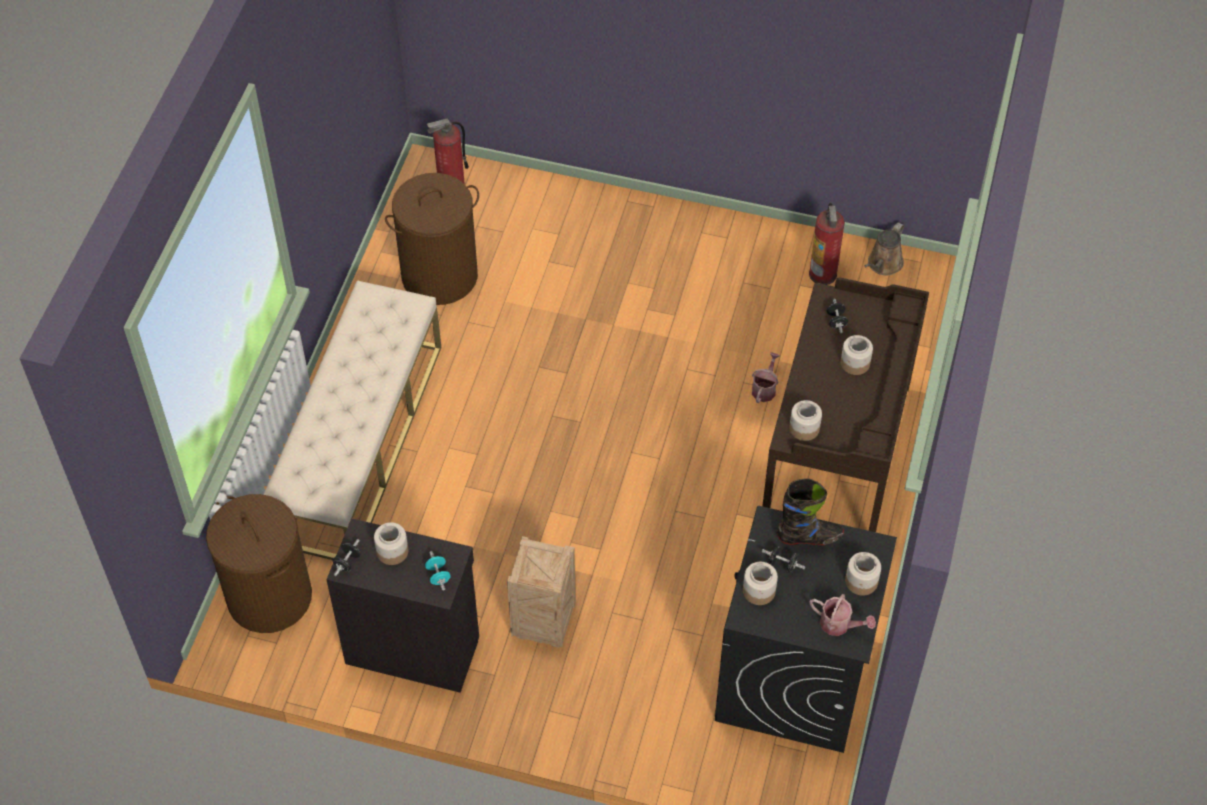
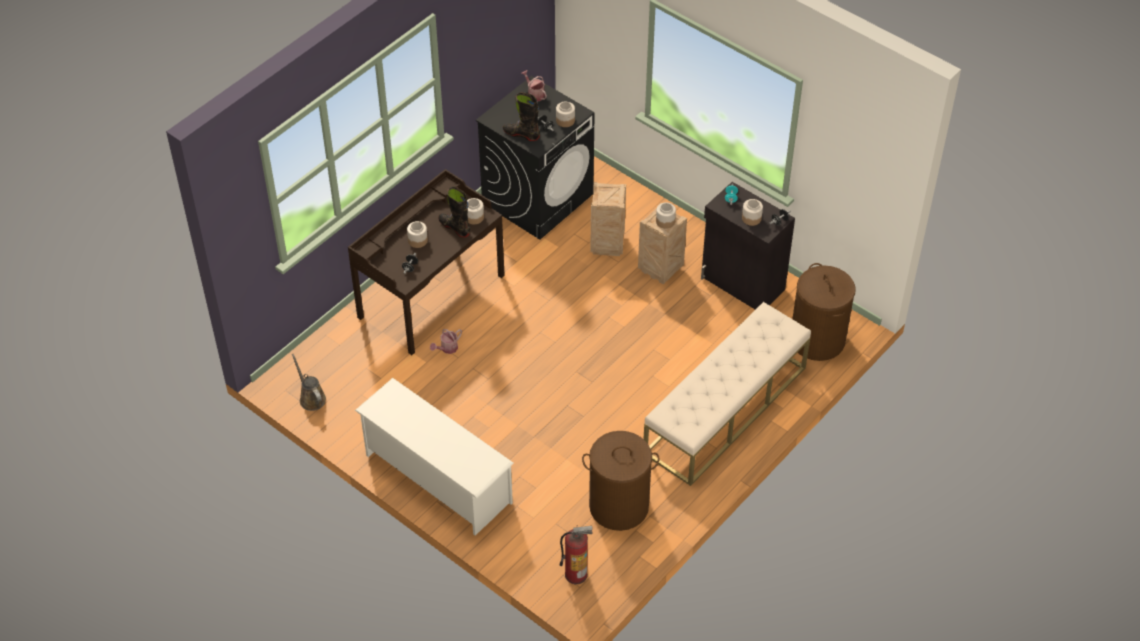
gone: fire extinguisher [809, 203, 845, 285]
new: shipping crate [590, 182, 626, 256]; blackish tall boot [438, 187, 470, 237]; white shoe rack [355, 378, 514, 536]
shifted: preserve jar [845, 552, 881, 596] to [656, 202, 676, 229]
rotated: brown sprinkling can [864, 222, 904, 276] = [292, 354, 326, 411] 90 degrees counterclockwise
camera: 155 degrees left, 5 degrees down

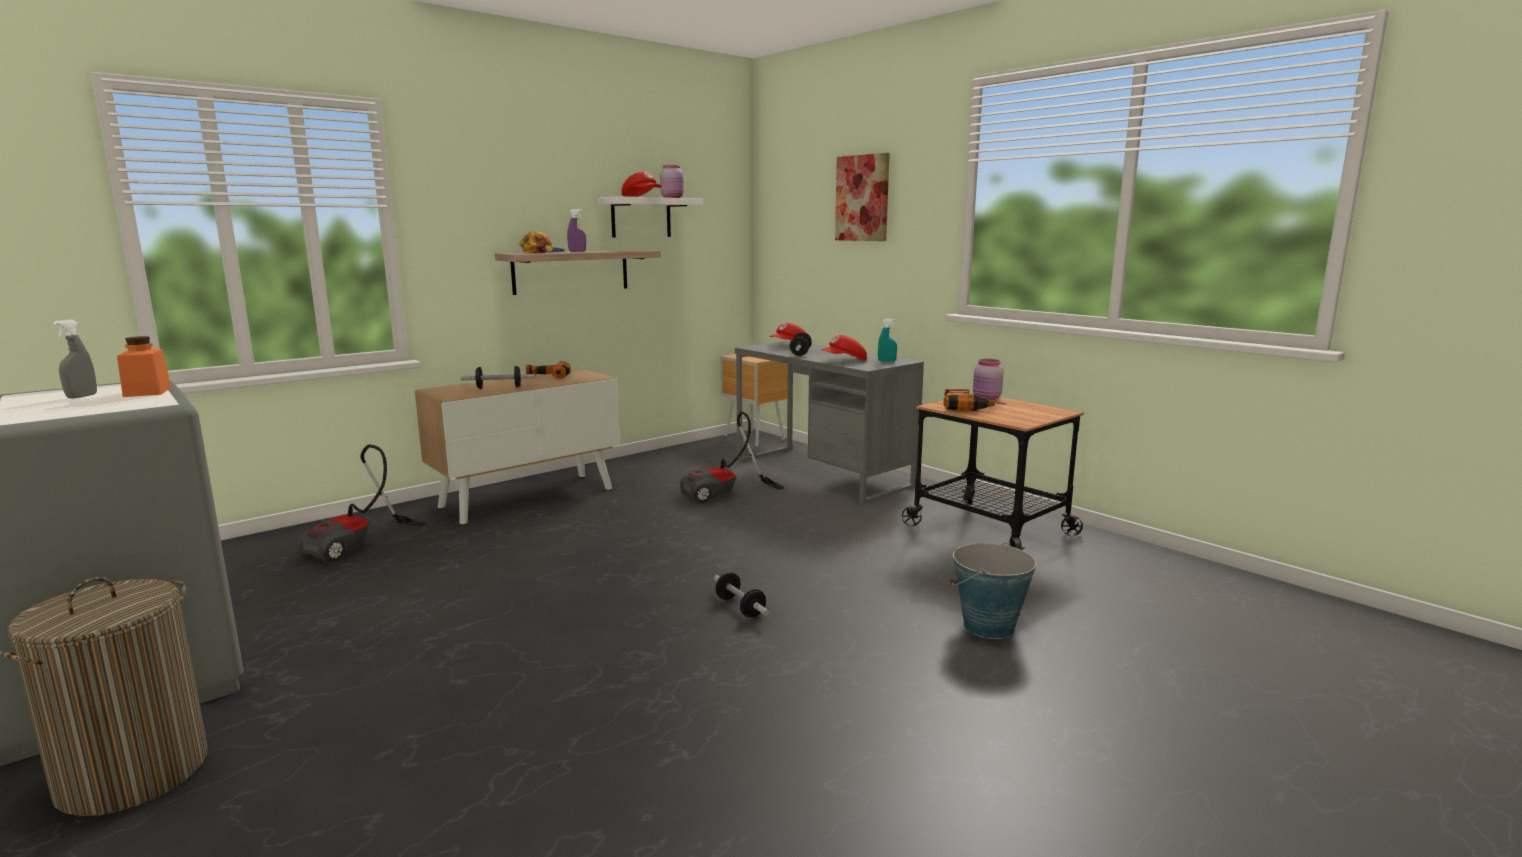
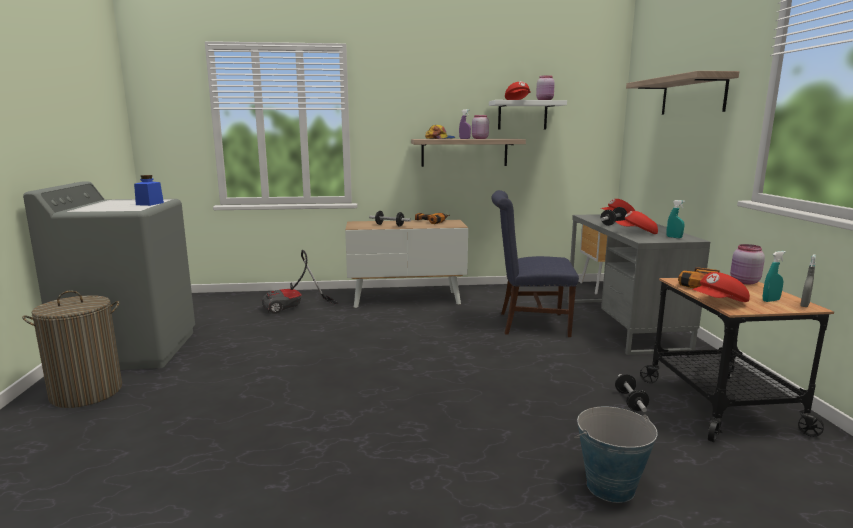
new: pink preserve jar [472, 115, 489, 139]; turquoise hand sprayer [763, 251, 786, 302]; red-coloured peaked cap [692, 272, 750, 302]
shifted: greyish hand sprayer [53, 319, 97, 398] to [800, 254, 816, 307]; dumbbell [714, 572, 769, 618] to [615, 374, 649, 412]
swapped: wall picture [835, 153, 890, 241] to wall shelf [626, 71, 740, 115]; vacuum [680, 411, 784, 503] to blue chair [492, 190, 579, 337]
repainted: orange-coloured preserve jar [117, 336, 171, 397] to blue preserve jar [134, 175, 164, 206]
camera: 35 degrees right, 0 degrees up

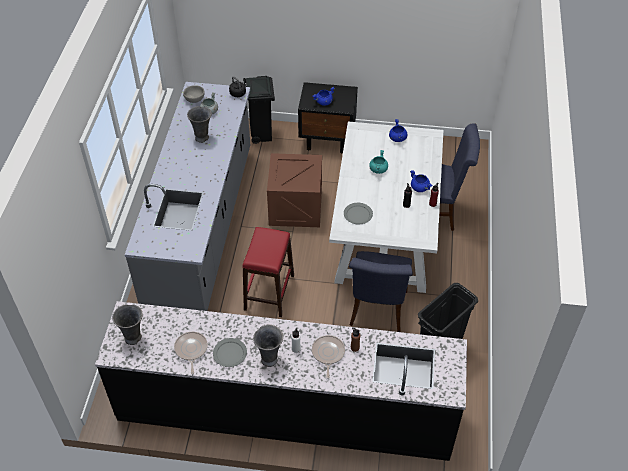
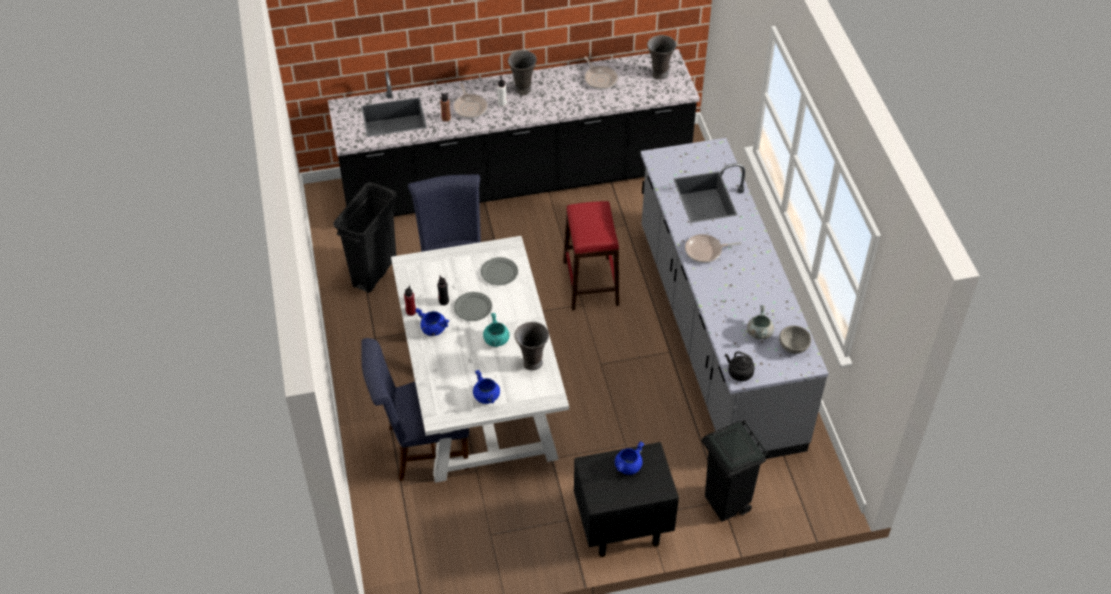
gone: shipping crate [267, 153, 322, 227]
new: frying pan [685, 234, 742, 263]
shifted: greyish flower vase [187, 106, 212, 143] to [514, 322, 549, 370]; greyish dinner plate [213, 338, 247, 367] to [454, 292, 492, 321]
camera: 160 degrees right, 0 degrees up

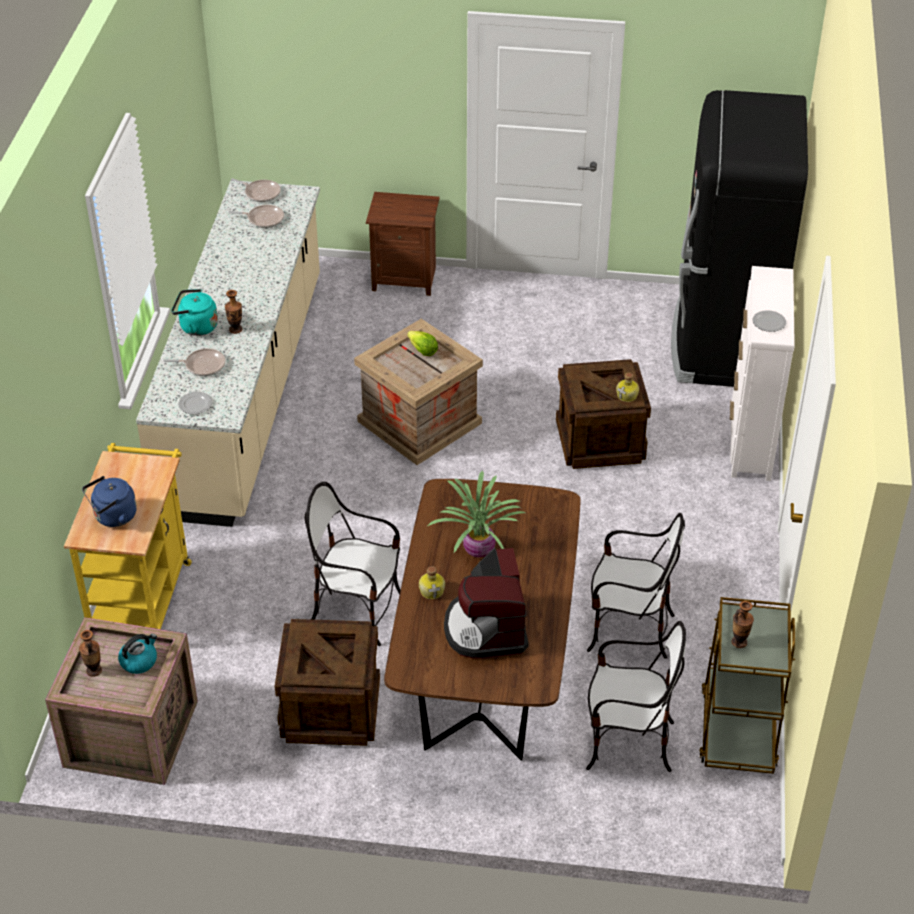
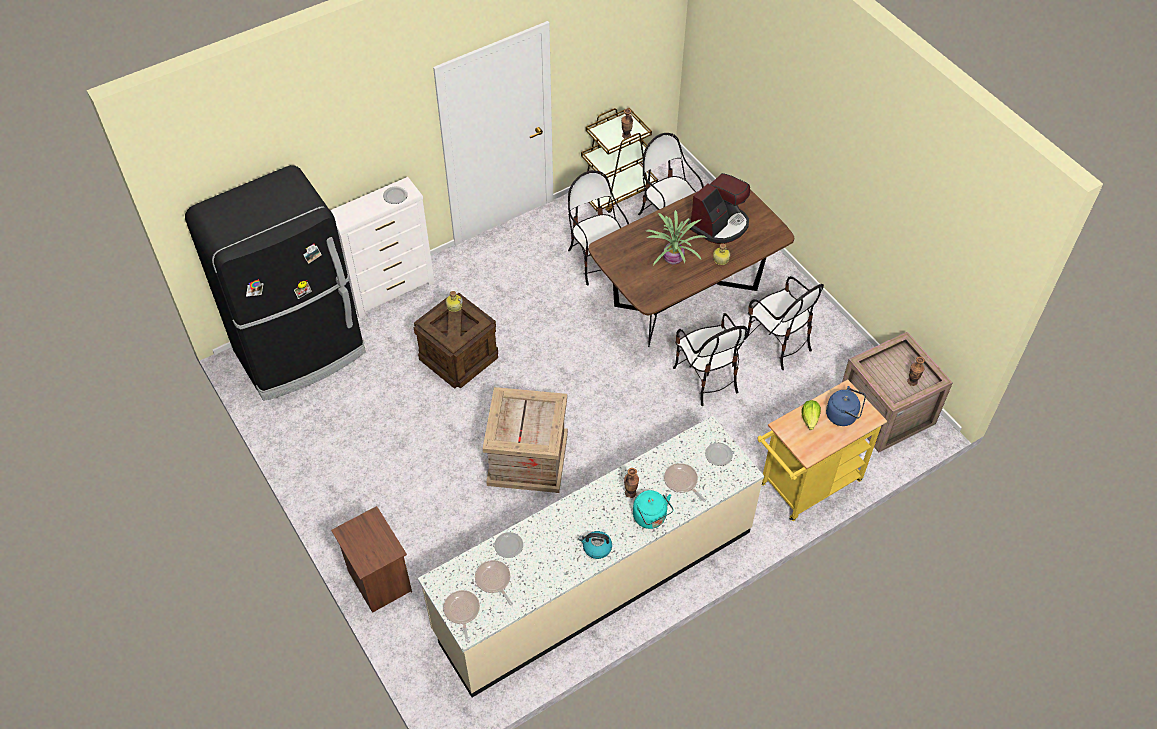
new: dinner plate [494, 532, 523, 558]
shifted: head of lettuce [407, 331, 438, 356] to [801, 400, 821, 430]; kettle [118, 634, 157, 674] to [579, 531, 612, 559]
swapped: shipping crate [275, 619, 380, 746] to chair [745, 276, 824, 370]
camera: 130 degrees left, 10 degrees up

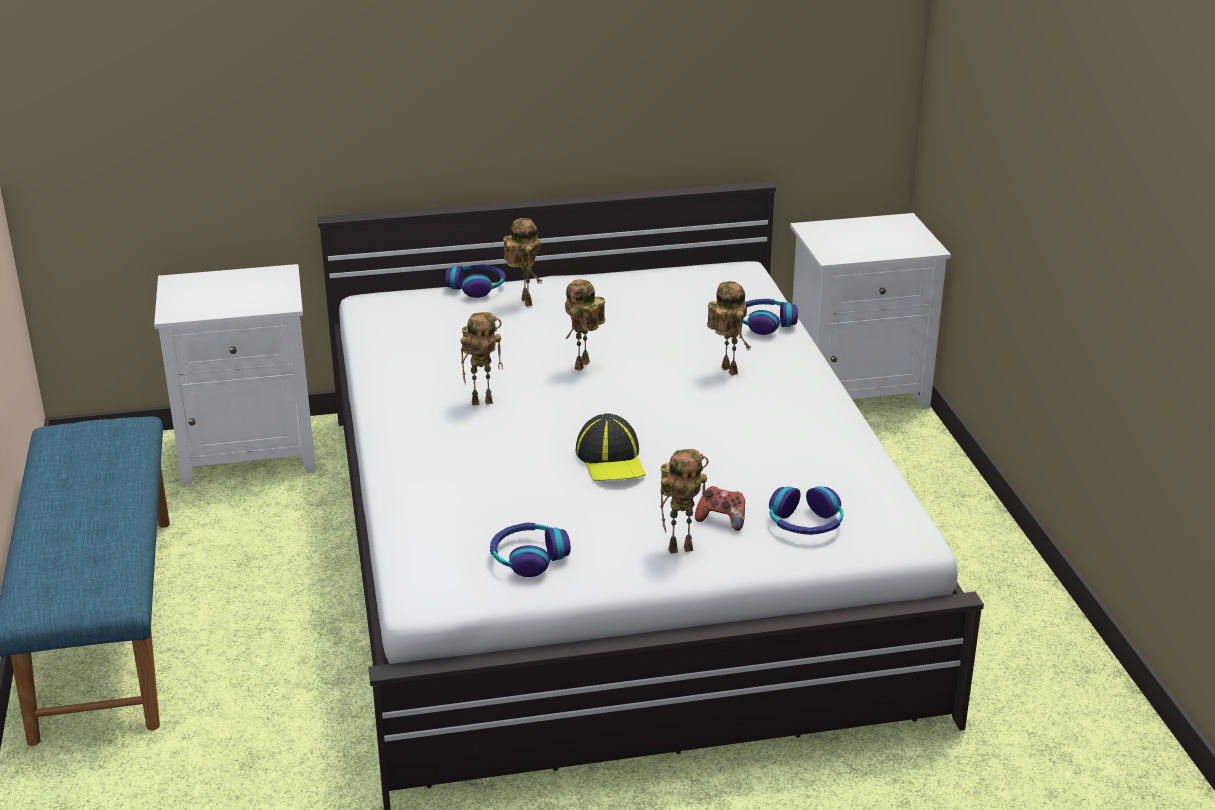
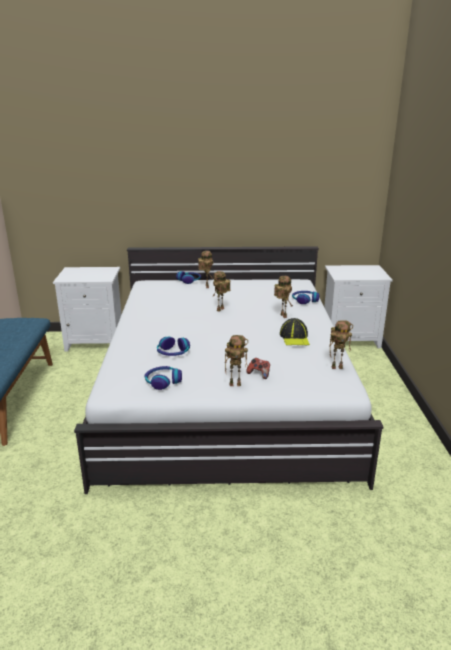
shifted: robot figure [461, 312, 503, 405] to [329, 320, 353, 369]; peaked cap [576, 413, 646, 481] to [280, 318, 310, 345]; pair of headphones [769, 486, 843, 535] to [157, 337, 190, 356]
camera: 10 degrees right, 5 degrees down

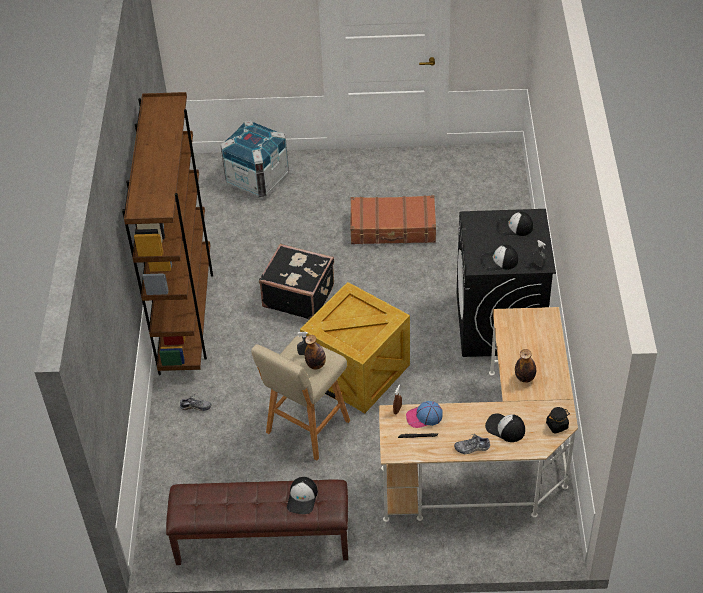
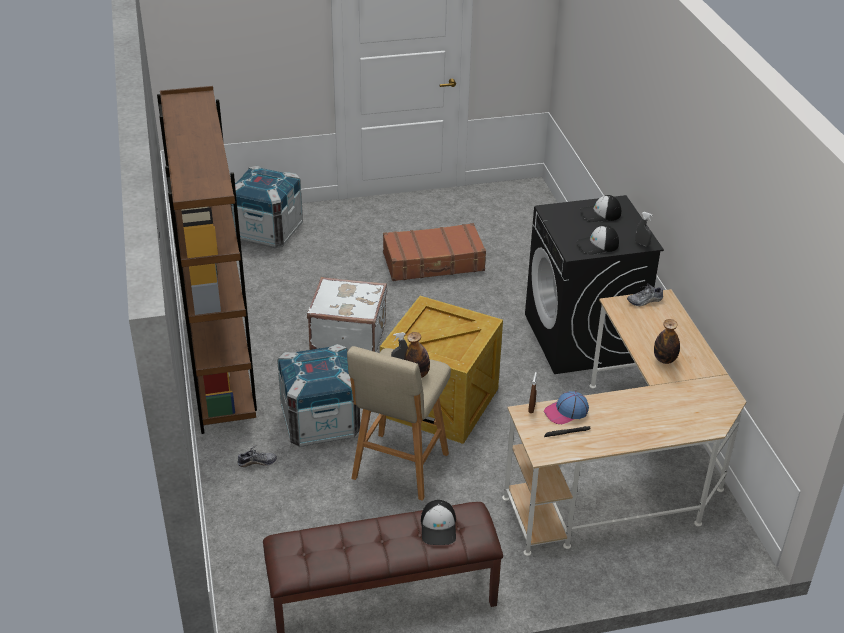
gone: blackish preserve jar [546, 407, 570, 434]; peaked cap [485, 413, 525, 442]
new: shipping crate [277, 344, 360, 447]
shifted: low shoe [454, 434, 490, 454] to [627, 283, 663, 306]
repainted: blackish travel case [259, 243, 334, 319] to white travel case [307, 277, 387, 352]
camera: 15 degrees left, 10 degrees down

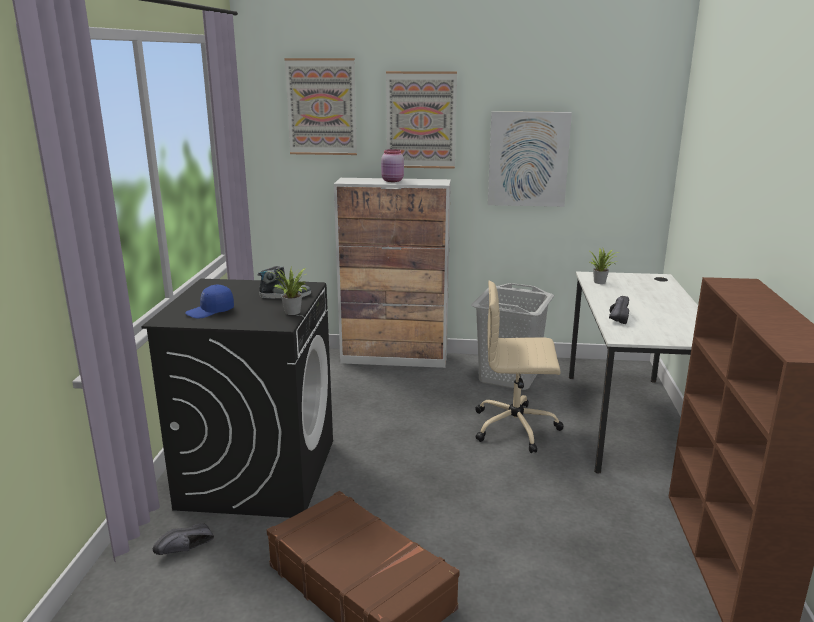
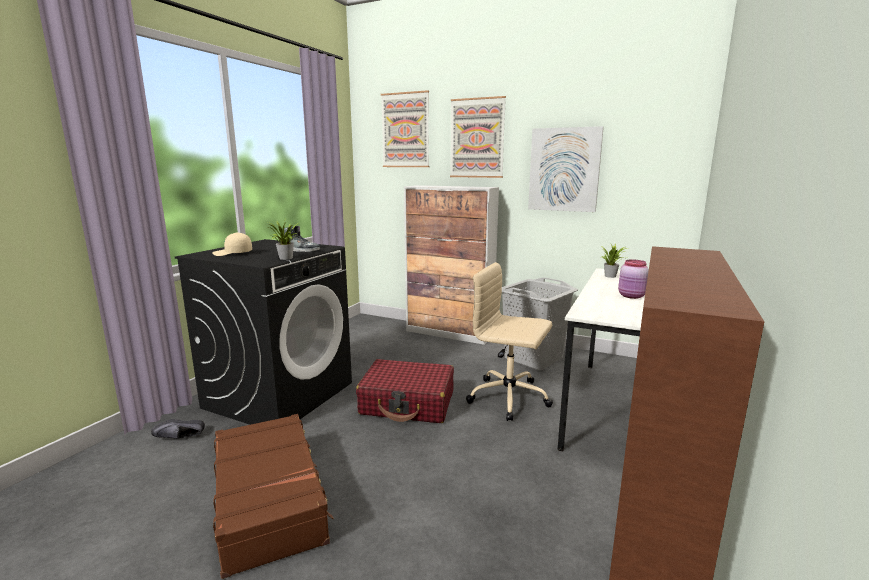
gone: blackish low shoe [609, 296, 629, 324]
new: red-coloured travel case [356, 359, 454, 423]
shifted: pink preserve jar [381, 149, 404, 182] to [618, 259, 649, 299]
repainted: blue peaked cap [185, 285, 234, 319] to beige peaked cap [212, 232, 252, 256]
camera: 20 degrees right, 5 degrees down

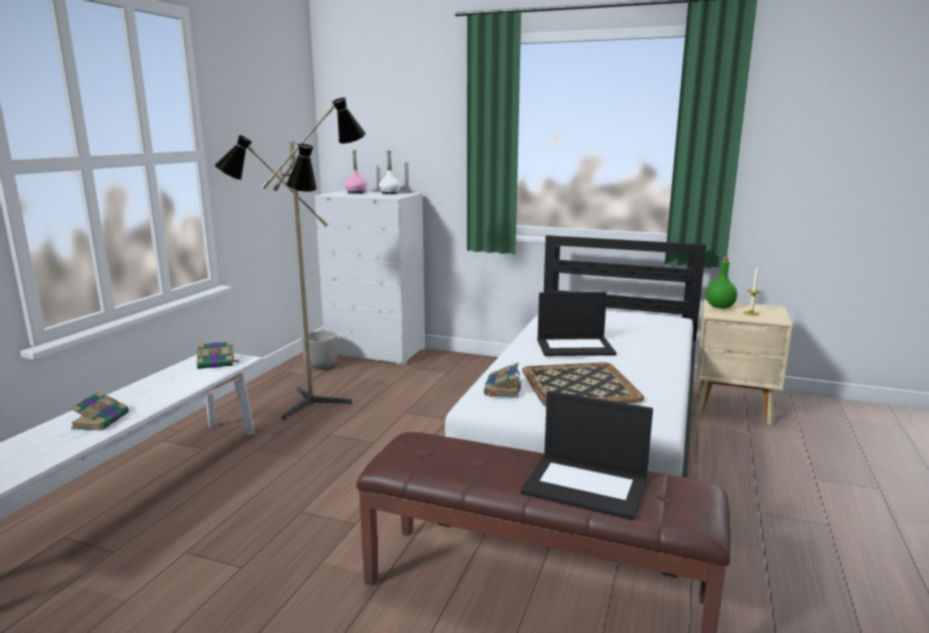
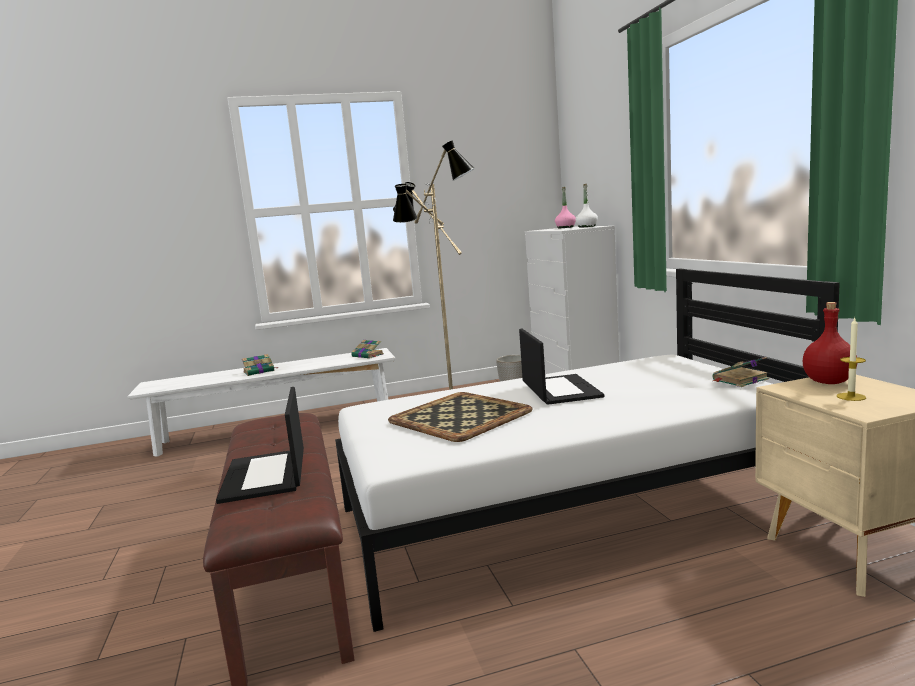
shifted: volume [484, 362, 521, 398] to [713, 357, 769, 387]
repainted: green-coloured beverage bottle [706, 257, 737, 308] to red-coloured beverage bottle [803, 302, 857, 384]
rotated: notebook computer [537, 292, 616, 356] = [519, 329, 604, 405] 150 degrees counterclockwise
camera: 55 degrees right, 5 degrees down

